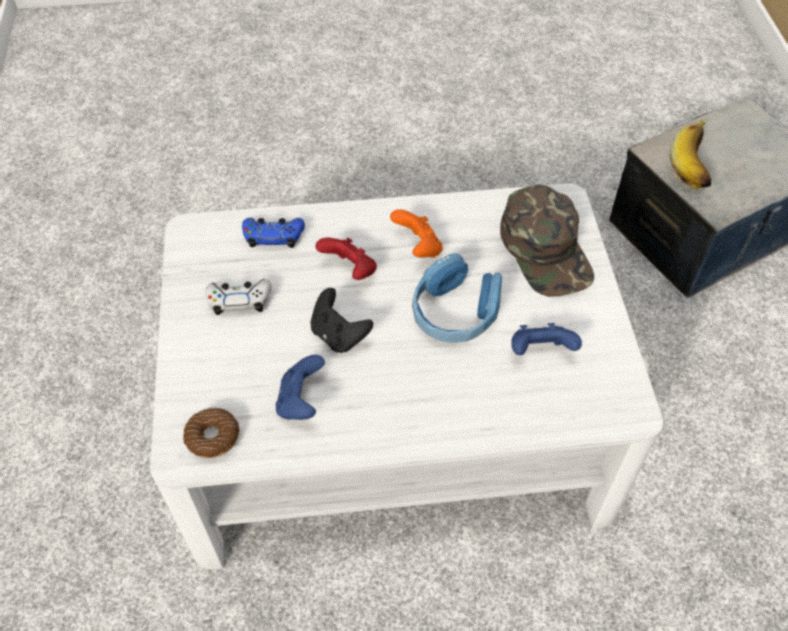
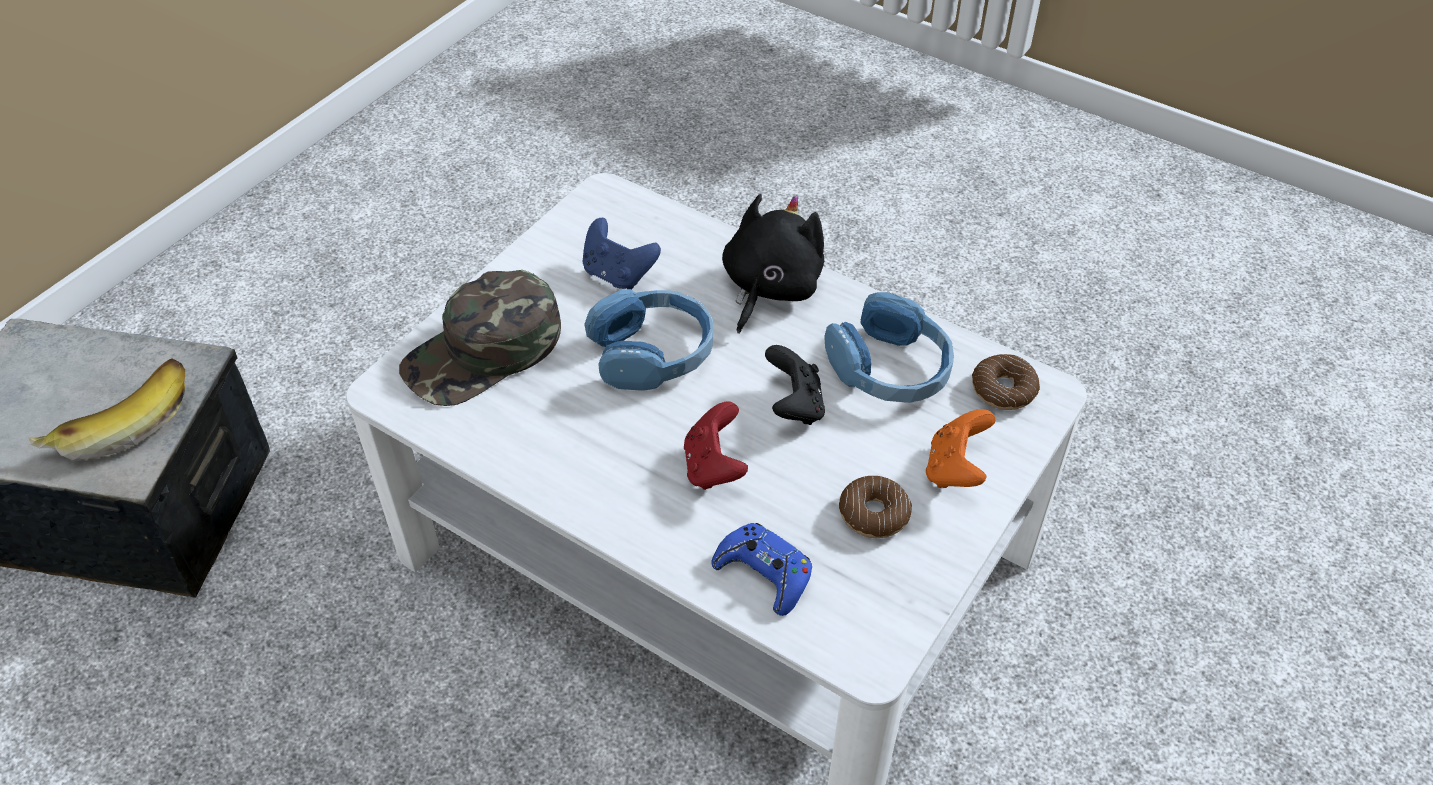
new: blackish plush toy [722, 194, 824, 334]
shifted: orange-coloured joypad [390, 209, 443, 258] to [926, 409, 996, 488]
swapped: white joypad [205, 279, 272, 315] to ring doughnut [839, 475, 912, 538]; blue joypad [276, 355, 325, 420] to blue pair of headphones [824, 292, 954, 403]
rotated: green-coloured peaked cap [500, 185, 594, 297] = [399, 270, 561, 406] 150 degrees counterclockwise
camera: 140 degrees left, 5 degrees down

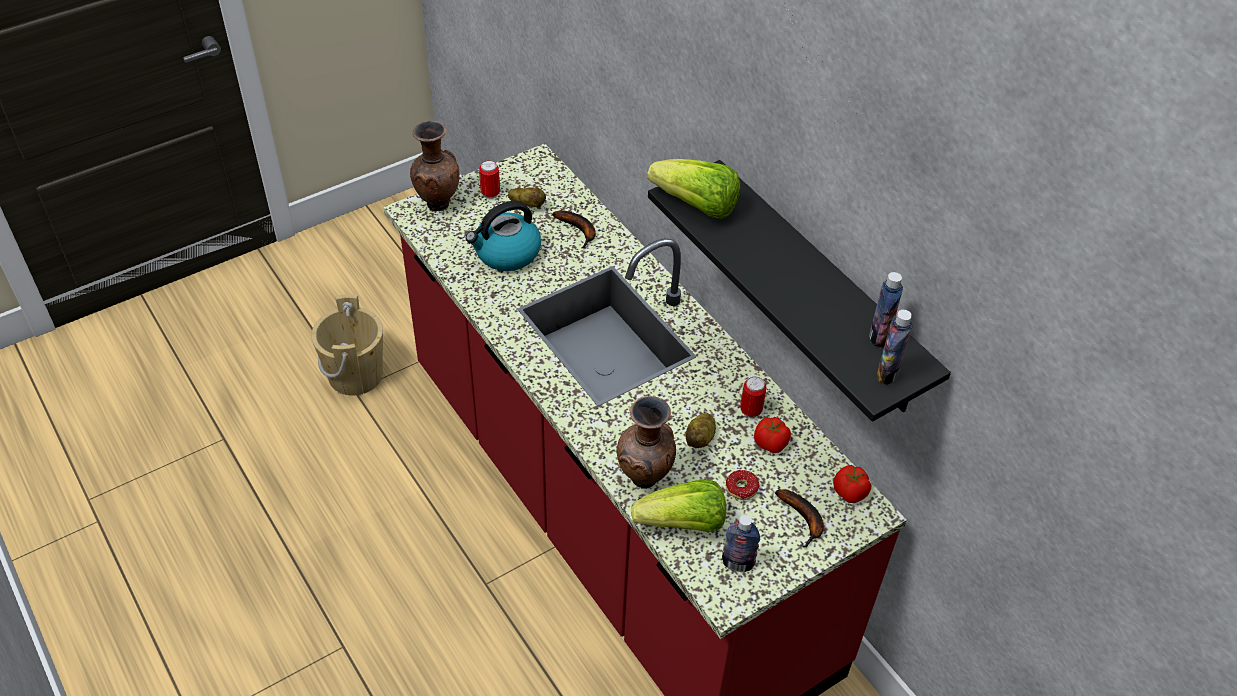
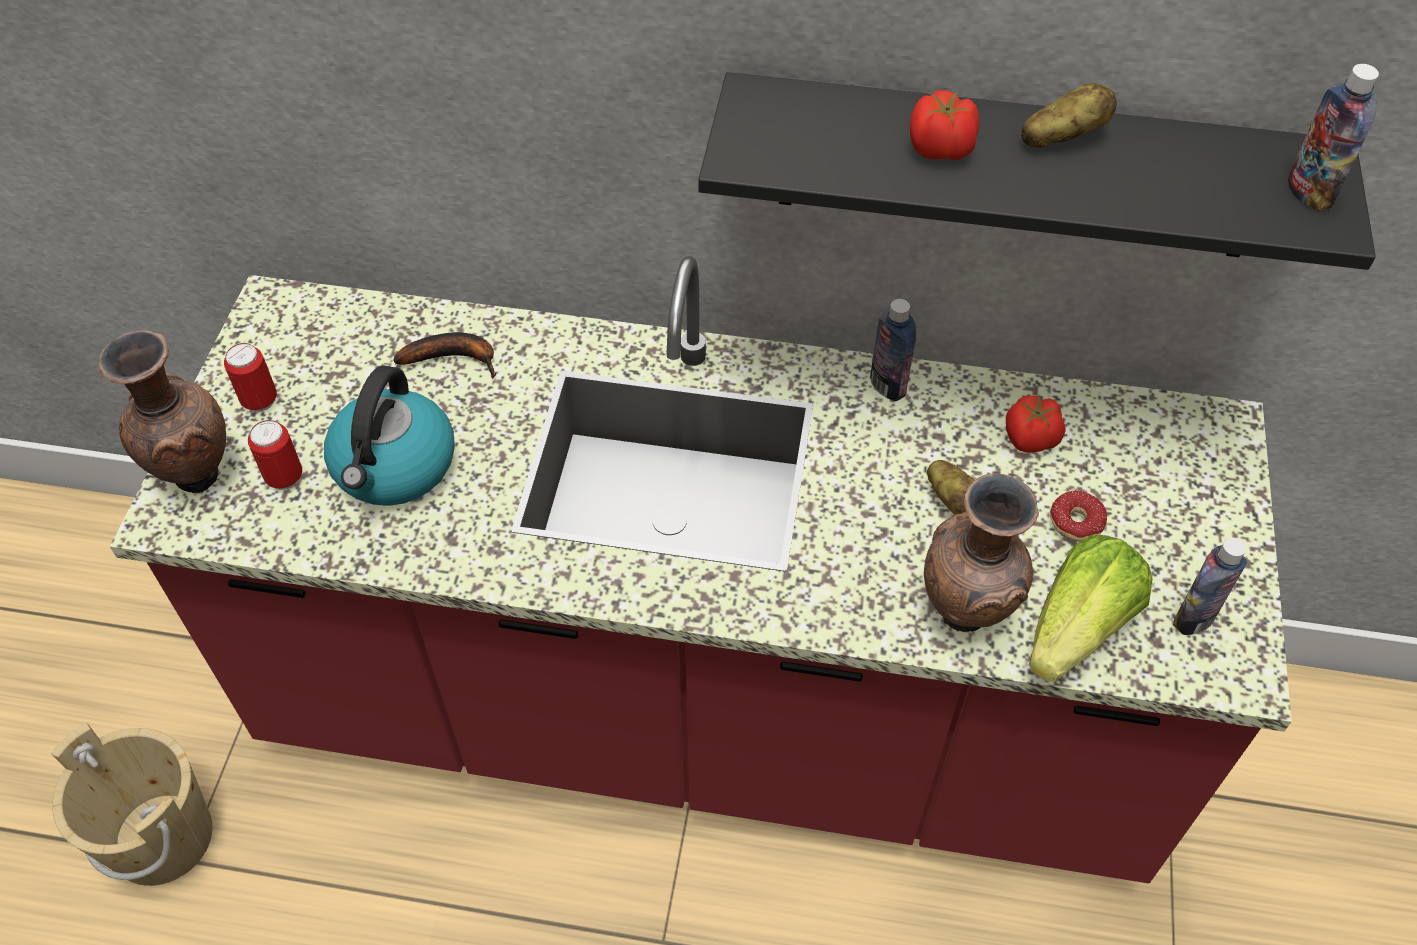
gone: head of lettuce [647, 159, 740, 219]; banana [775, 489, 823, 547]
shifted: potato [508, 187, 546, 208] to [1021, 83, 1117, 148]; beverage bottle [869, 272, 903, 347] to [870, 299, 916, 401]; metal can [740, 377, 766, 418] to [248, 420, 302, 490]; tomato [833, 465, 871, 503] to [910, 90, 980, 160]
camera: 45 degrees left, 5 degrees up

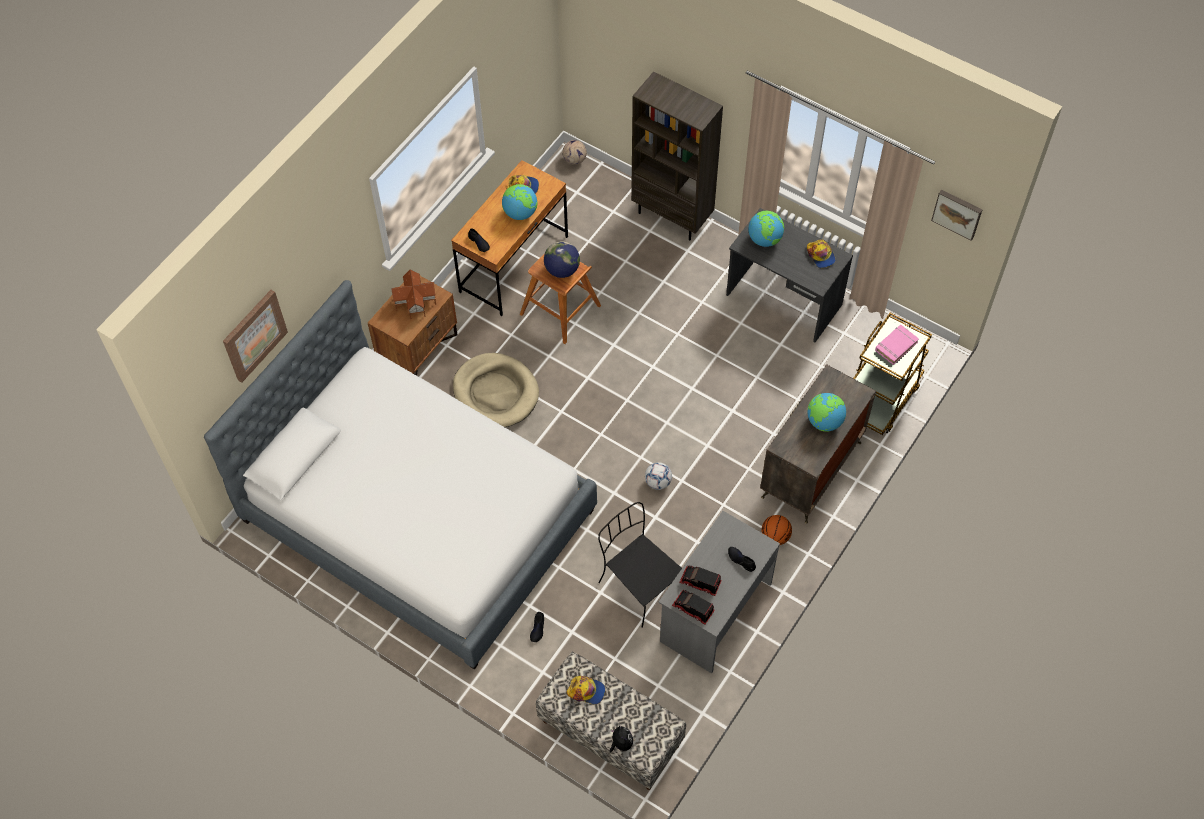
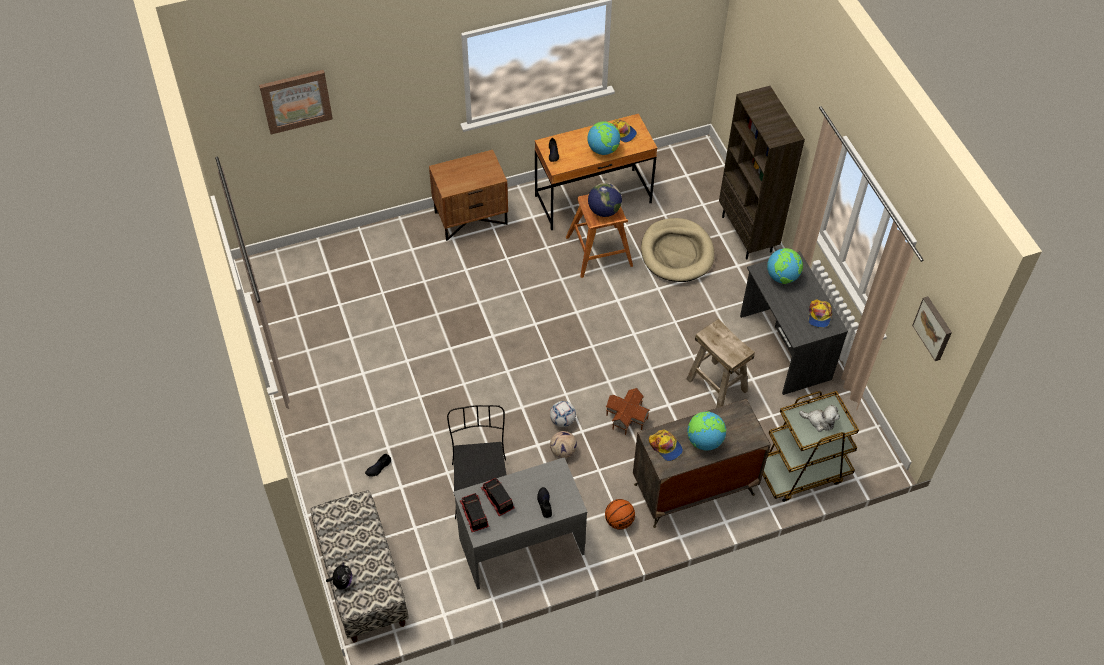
gone: bed [204, 280, 597, 670]
new: beige stool [687, 318, 755, 408]
shifted: football [562, 140, 587, 165] to [550, 431, 577, 458]; miniature house [391, 270, 436, 319] to [606, 388, 650, 435]; beige dog cushion [453, 353, 539, 427] to [641, 218, 714, 282]; peaked cap [566, 676, 605, 705] to [649, 429, 683, 461]
swapped: pink volume [875, 325, 919, 365] to plush toy [799, 405, 840, 432]
camera: 35 degrees right, 5 degrees down

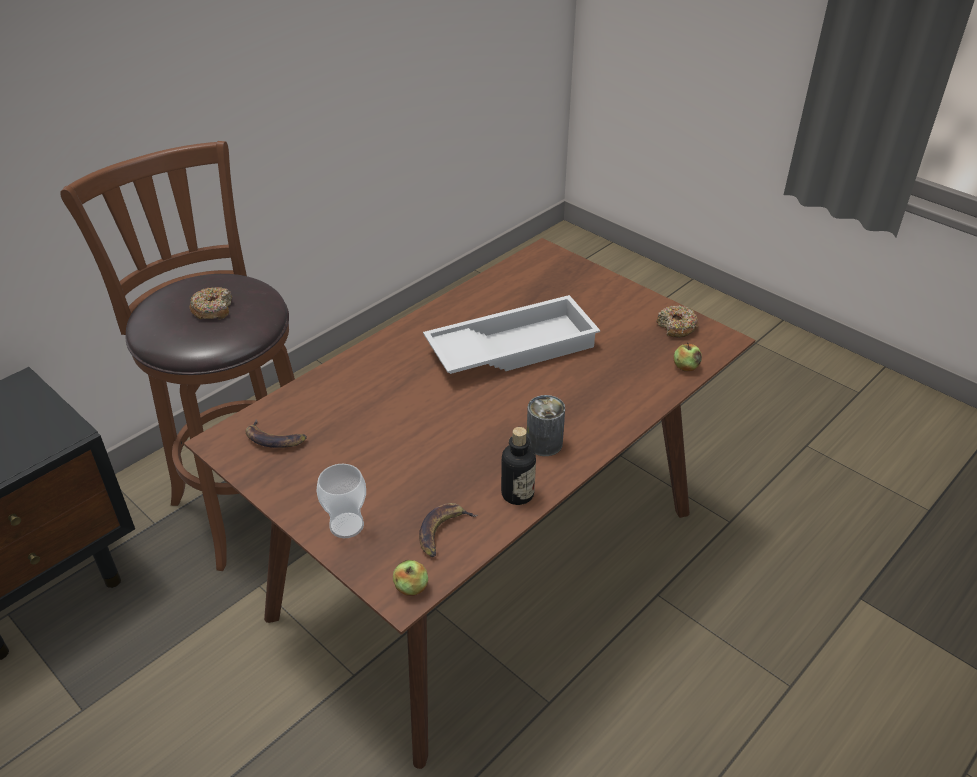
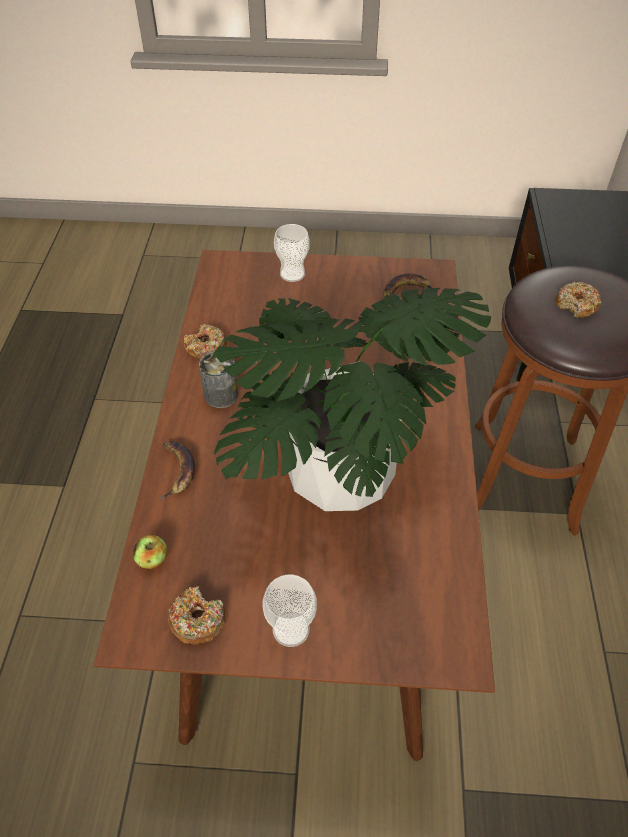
gone: whole apple [393, 560, 428, 595]
new: drinking cup [262, 575, 317, 647]
shifted: banana [419, 503, 478, 557] to [160, 441, 195, 500]
swapped: white carrying tray [423, 295, 600, 374] to potted plant [212, 288, 491, 511]; beverage bottle [501, 427, 536, 505] to ring doughnut [184, 324, 227, 359]
camera: 140 degrees right, 10 degrees up

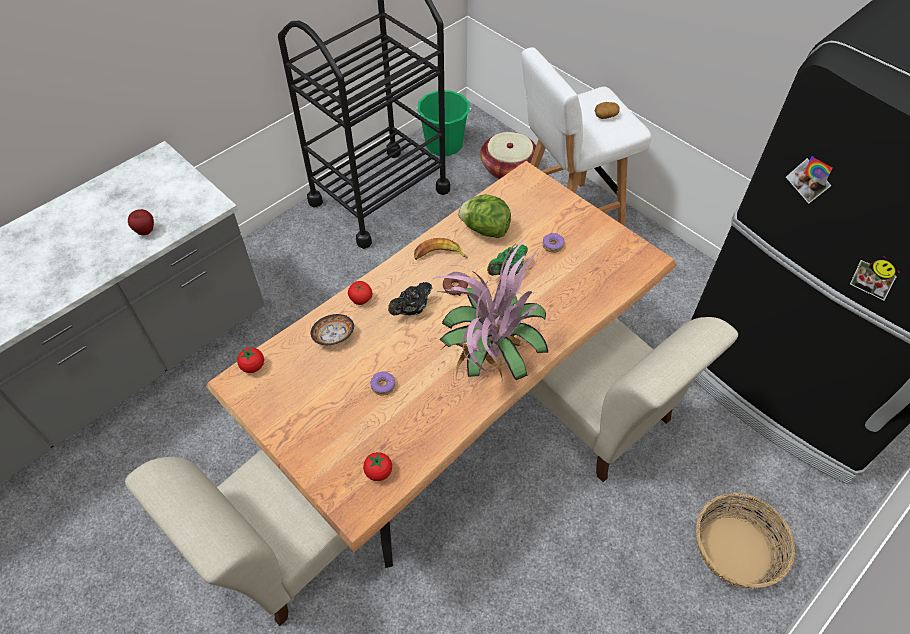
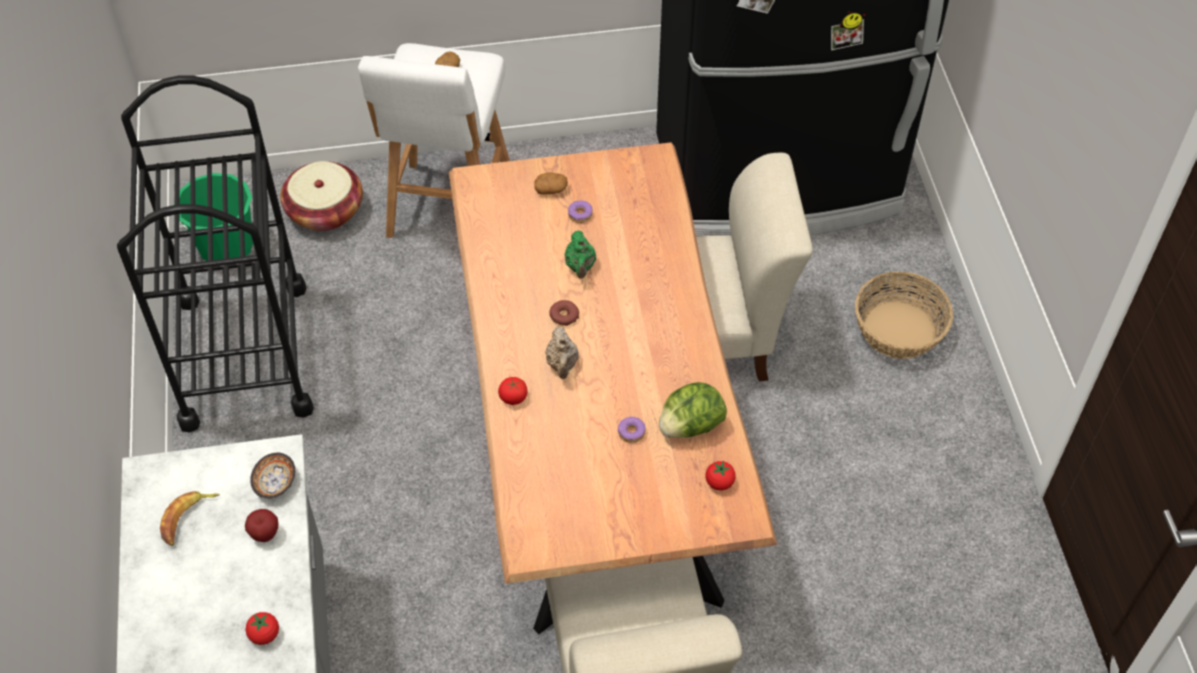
gone: potted plant [434, 240, 548, 381]
new: potato [534, 172, 568, 195]
shifted: head of lettuce [458, 194, 511, 238] to [659, 382, 727, 438]; banana [414, 238, 468, 260] to [160, 491, 220, 546]; deep dish [311, 314, 354, 345] to [250, 453, 295, 499]; tomato [237, 347, 264, 373] to [245, 612, 279, 645]
repainted: blackish tea pot [388, 282, 432, 316] to beige tea pot [545, 327, 579, 379]
camera: 55 degrees left, 0 degrees up

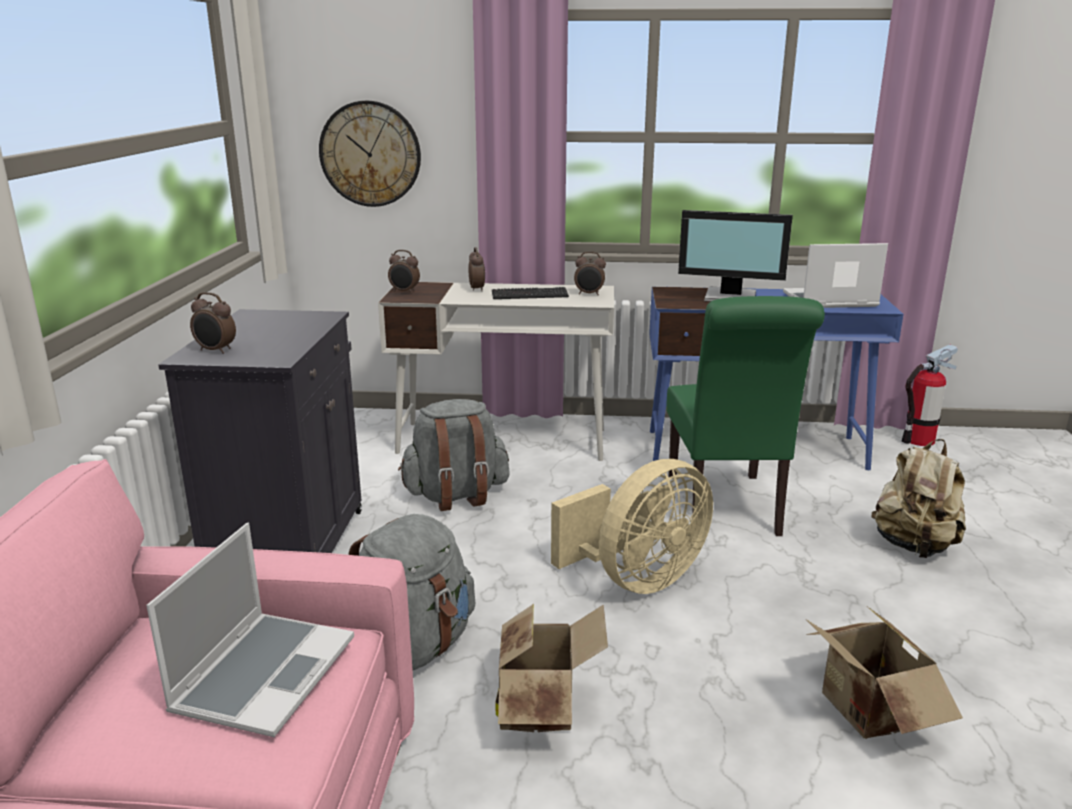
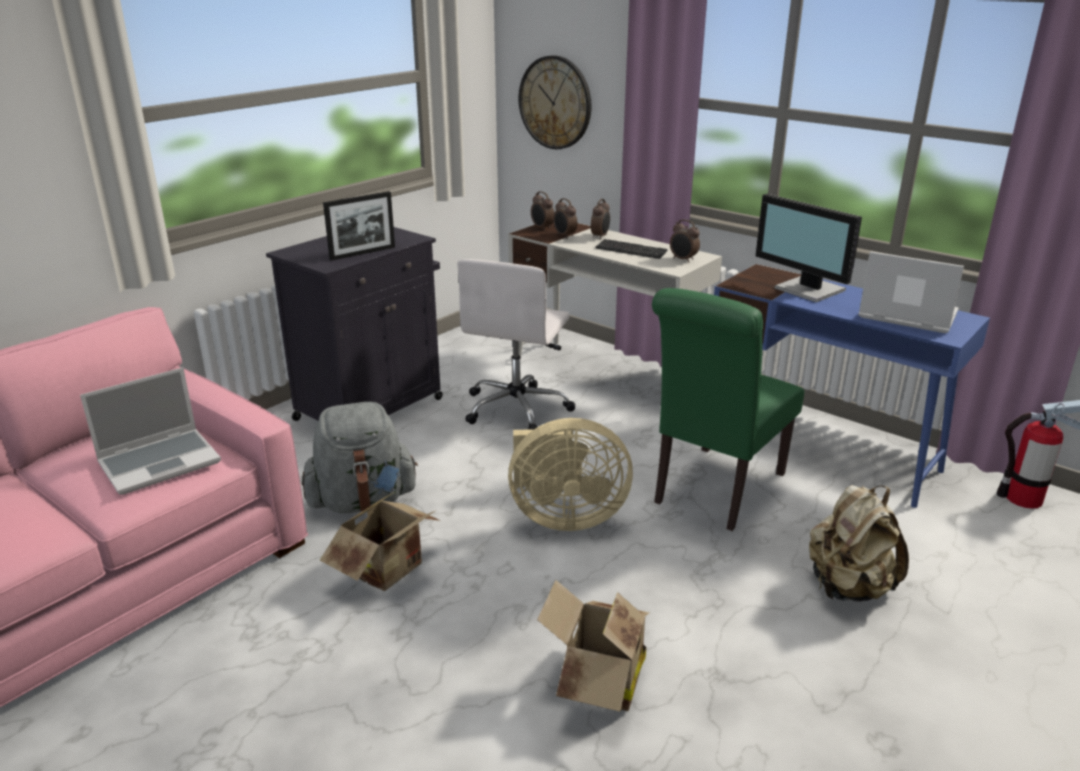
new: picture frame [323, 191, 395, 261]
shifted: alarm clock [190, 292, 236, 354] to [553, 198, 577, 238]
swapped: greyish knapsack [398, 399, 510, 511] to white computer chair [457, 259, 575, 430]
camera: 35 degrees right, 5 degrees up

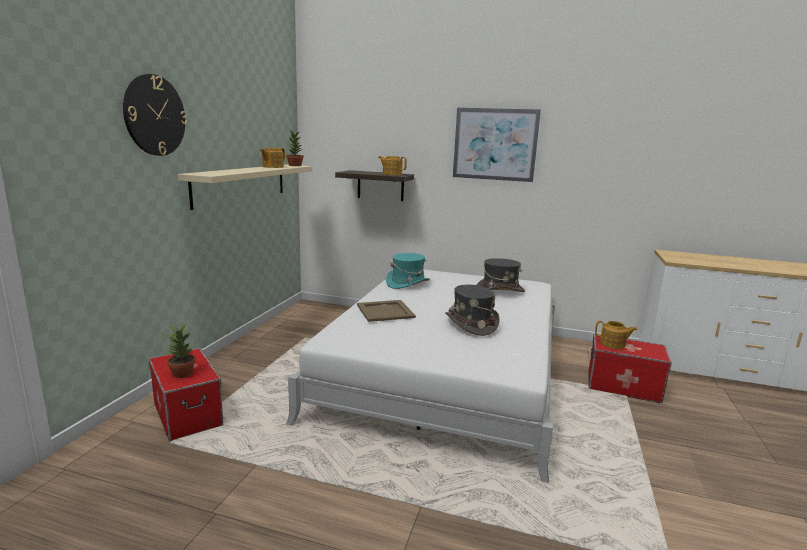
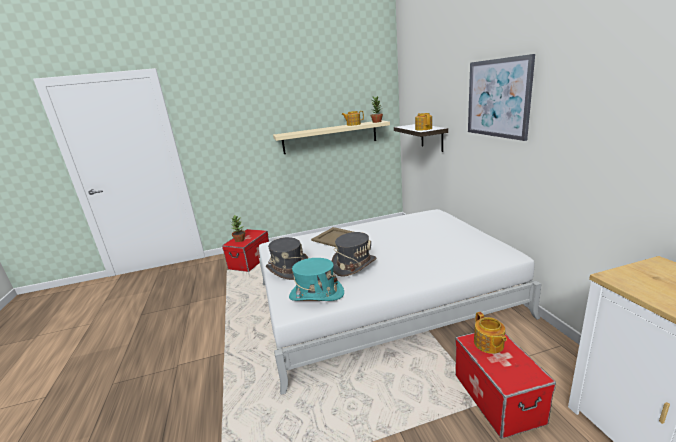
gone: clock on the wall [123, 74, 187, 156]
shifted: turquoise hat [386, 253, 430, 289] to [289, 258, 344, 301]; greyish hat [476, 258, 525, 292] to [266, 237, 308, 280]
camera: 60 degrees right, 5 degrees up

